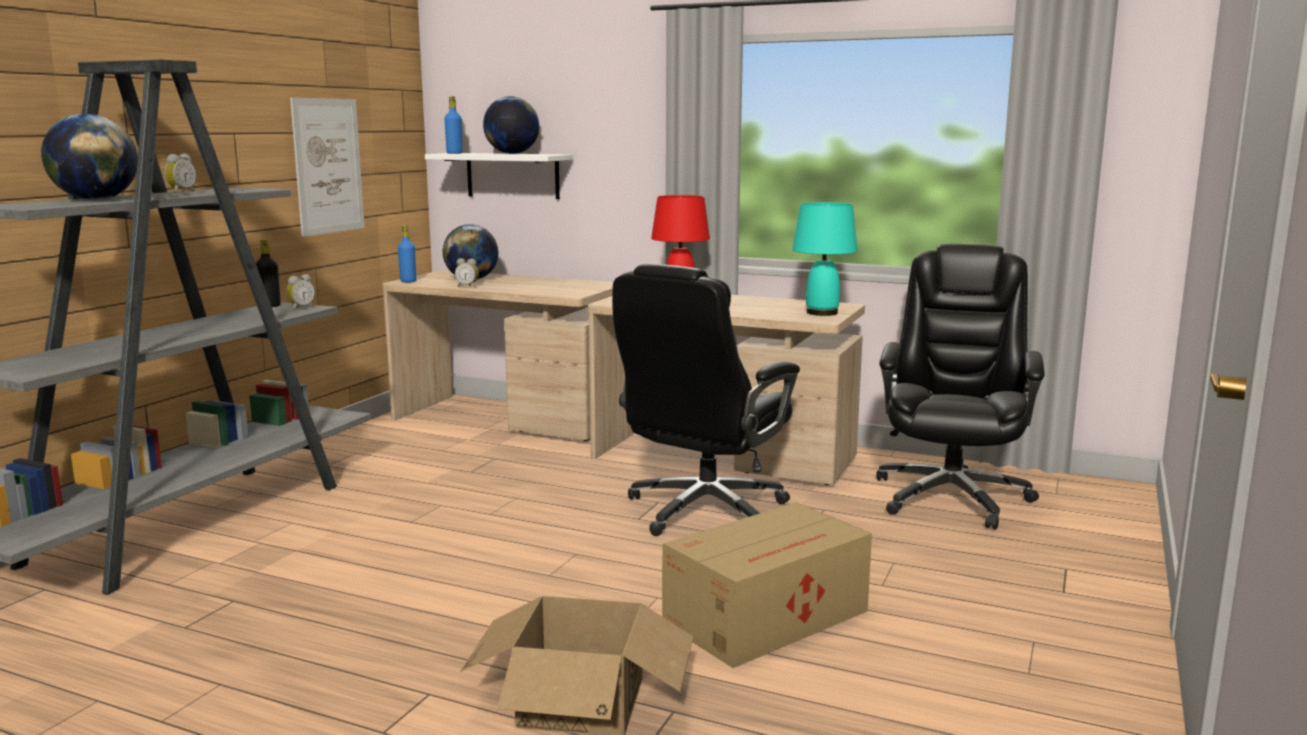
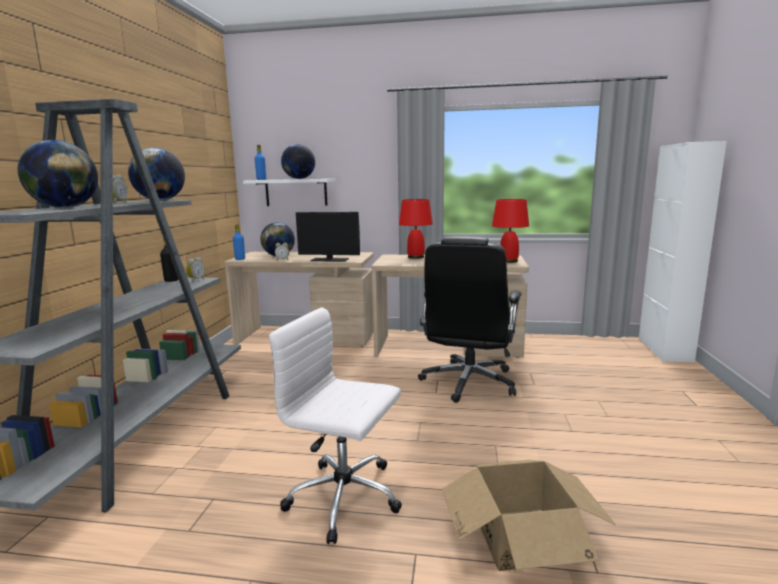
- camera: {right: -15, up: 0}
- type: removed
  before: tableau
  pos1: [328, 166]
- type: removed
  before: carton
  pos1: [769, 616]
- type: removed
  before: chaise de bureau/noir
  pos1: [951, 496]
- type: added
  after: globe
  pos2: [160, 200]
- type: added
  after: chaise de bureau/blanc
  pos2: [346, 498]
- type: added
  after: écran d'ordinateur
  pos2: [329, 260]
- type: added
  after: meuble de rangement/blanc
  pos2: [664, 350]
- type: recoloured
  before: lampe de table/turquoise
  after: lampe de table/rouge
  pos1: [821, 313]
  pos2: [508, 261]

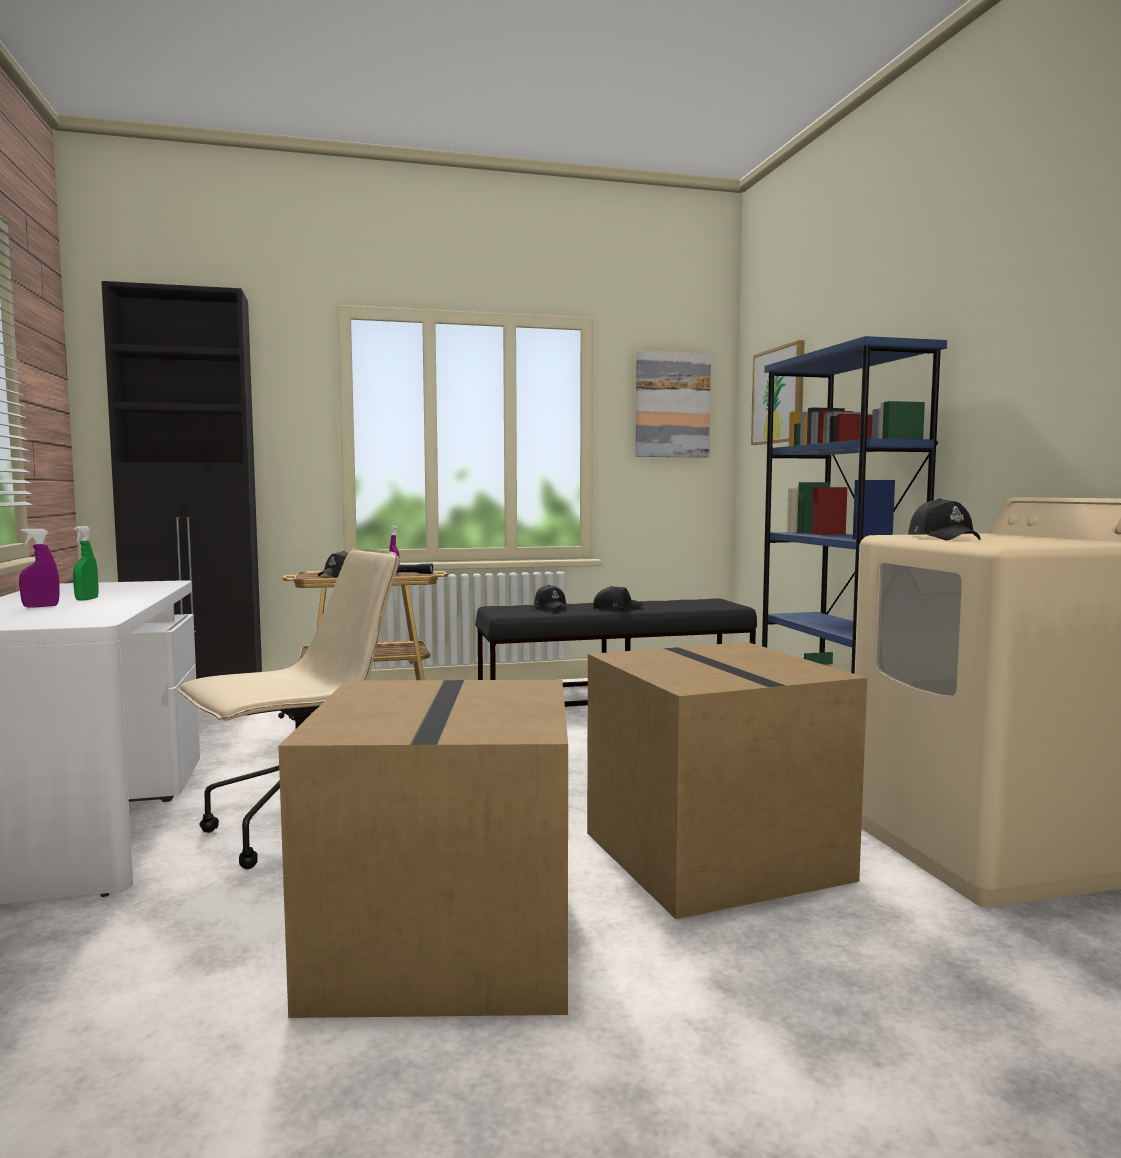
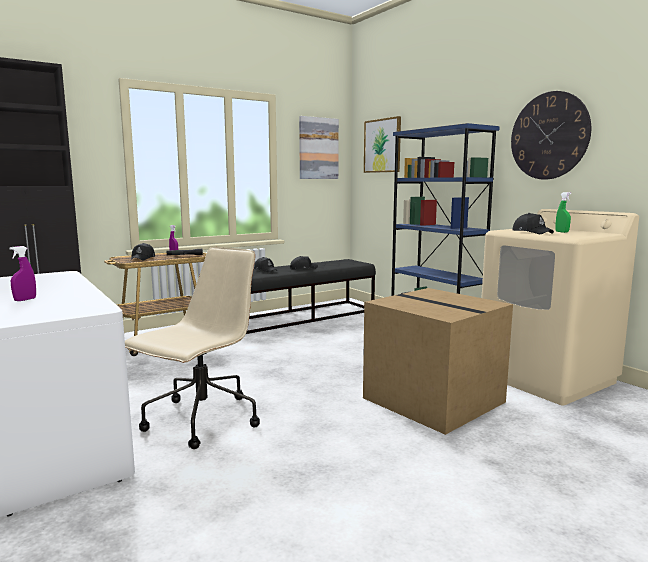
- camera: {right: -20, up: 5}
- type: removed
  before: carton
  pos1: [441, 940]
- type: added
  after: horloge murale
  pos2: [549, 136]
- type: moved
  before: vaporisateur/vert
  pos1: [87, 599]
  pos2: [562, 232]

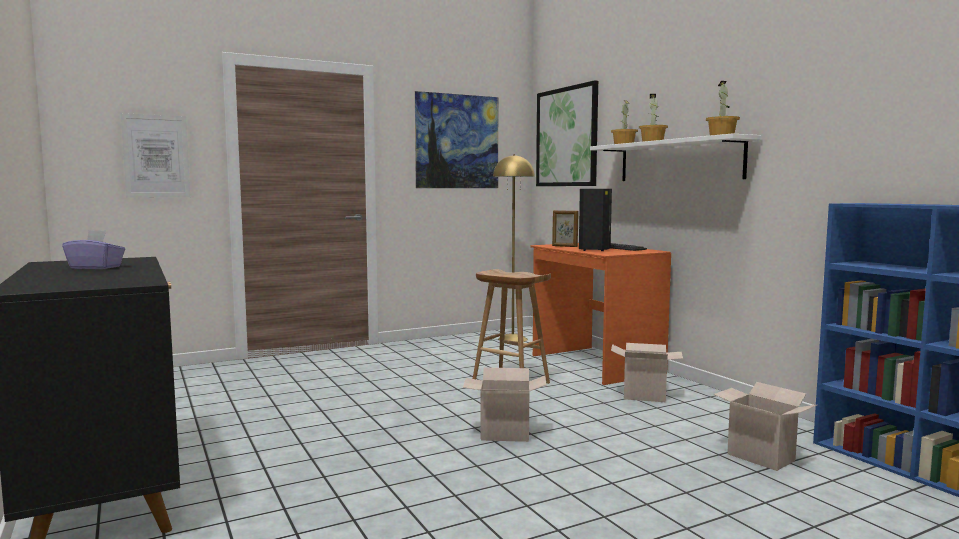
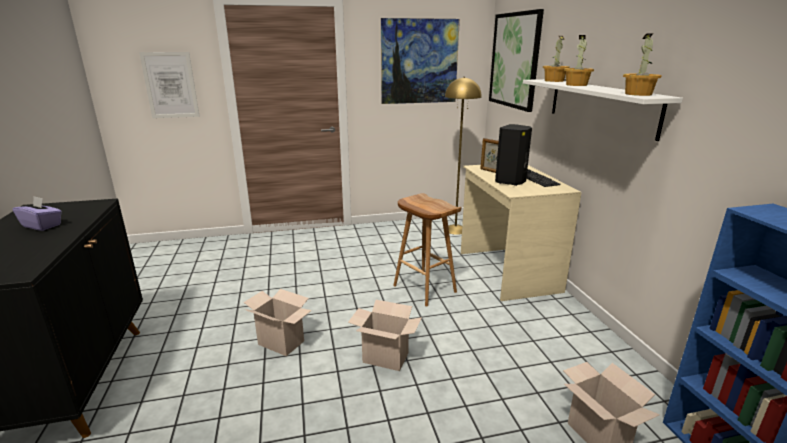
- camera: {right: 15, up: 15}
- type: moved
  before: carton
  pos1: [646, 396]
  pos2: [283, 342]
- type: recoloured
  before: bureau/orange
  after: bureau/beige
  pos1: [594, 364]
  pos2: [506, 271]

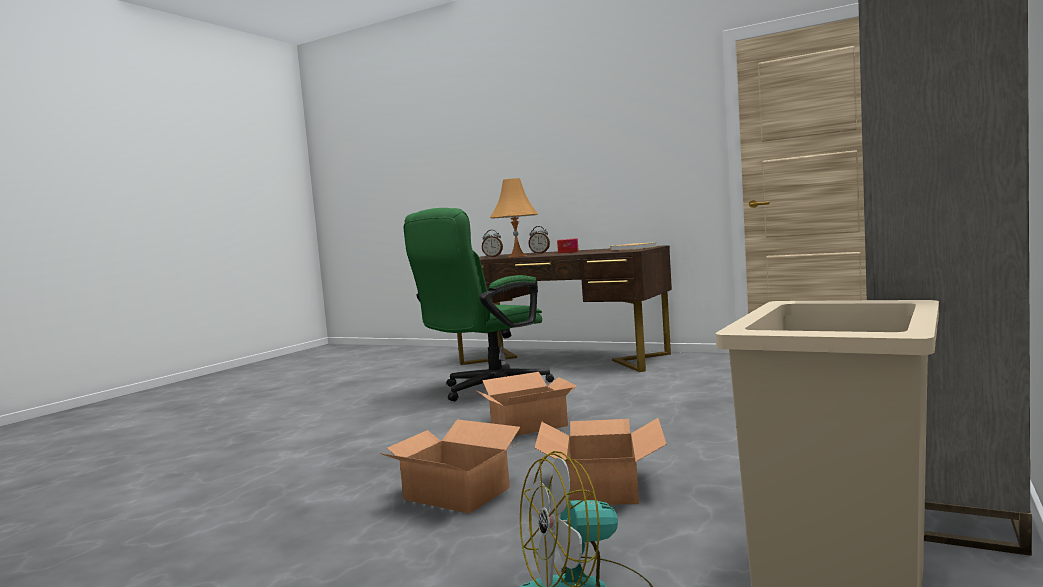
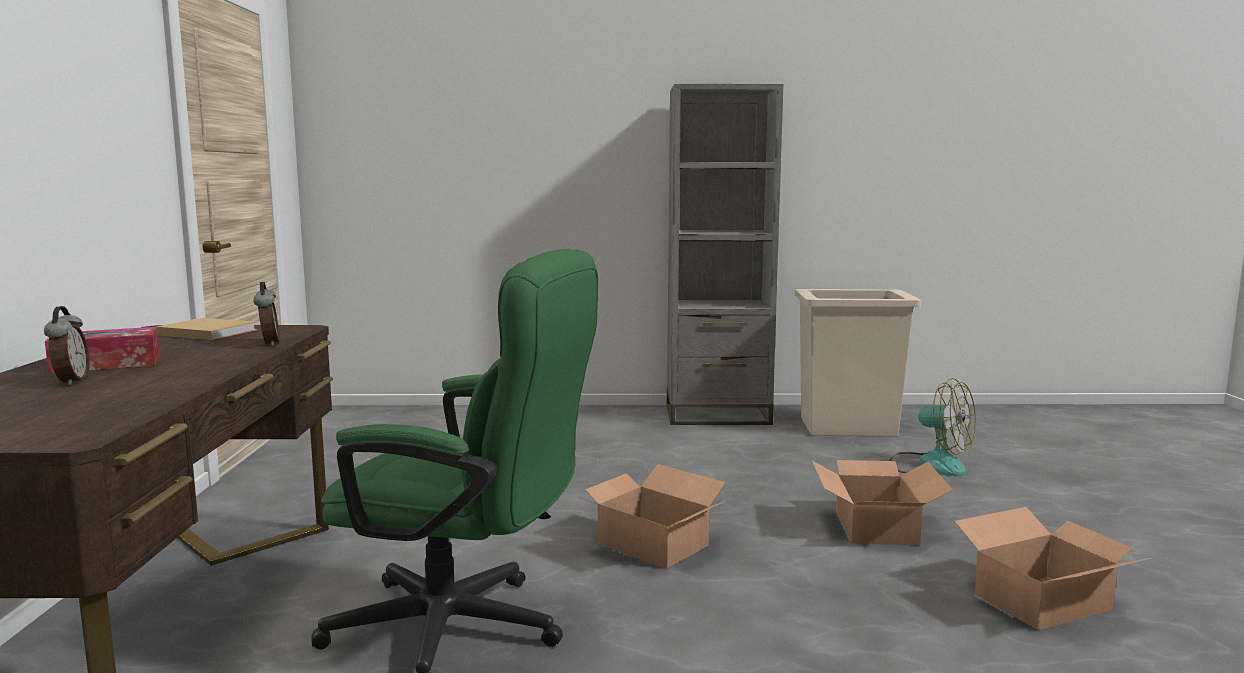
- camera: {right: -120, up: 5}
- type: removed
  before: lampe de table/orange
  pos1: [517, 256]
- type: moved
  before: réveil
  pos1: [493, 257]
  pos2: [268, 343]
- type: moved
  before: carton
  pos1: [601, 488]
  pos2: [1044, 602]

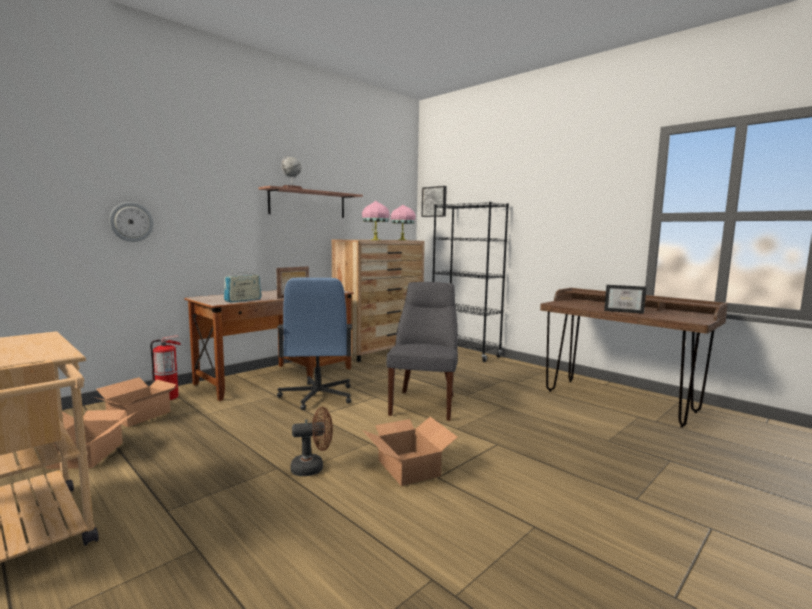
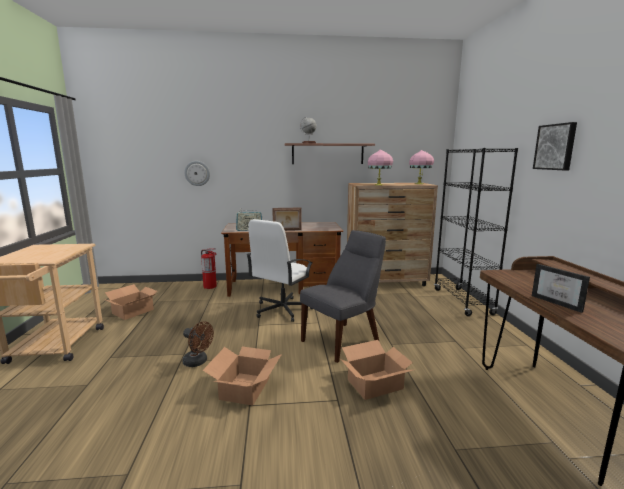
- camera: {right: 40, up: 5}
- type: moved
  before: carton
  pos1: [140, 415]
  pos2: [375, 384]
- type: moved
  before: tableau
  pos1: [434, 201]
  pos2: [555, 147]
- type: recoloured
  before: chaise de bureau/bleu
  after: chaise de bureau/blanc
  pos1: [317, 396]
  pos2: [282, 310]

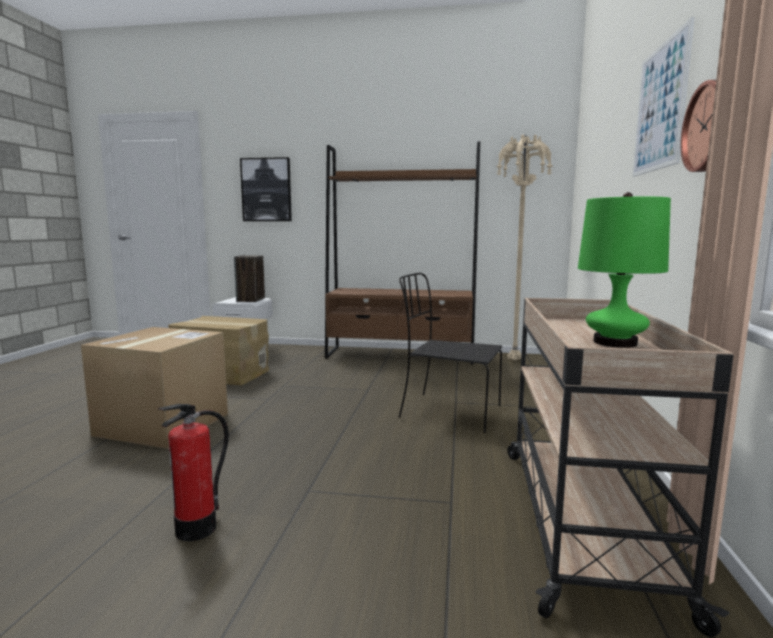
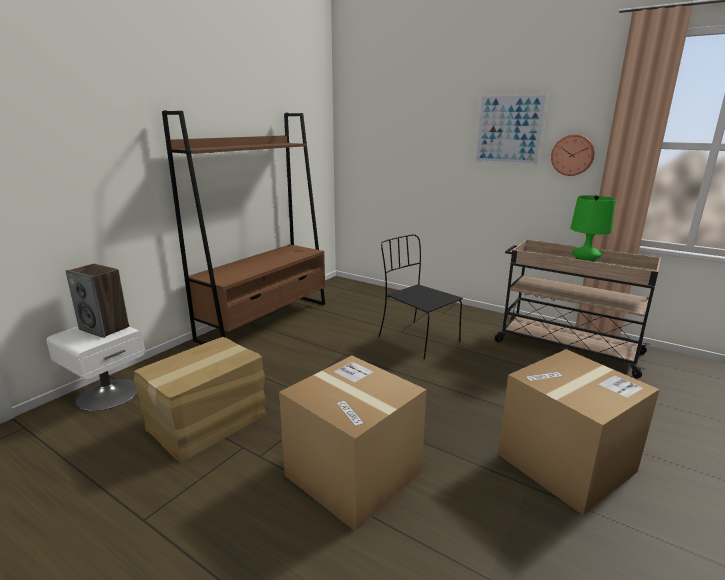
- camera: {right: -65, up: 10}
- type: removed
  before: tableau
  pos1: [266, 190]
- type: removed
  before: lampadaire/beige
  pos1: [514, 361]
- type: replaced
  before: extincteur
  after: carton
  pos1: [196, 529]
  pos2: [566, 462]
- type: turned
  before: chaise/noir
  pos1: [448, 412]
  pos2: [417, 338]
  turn: 90

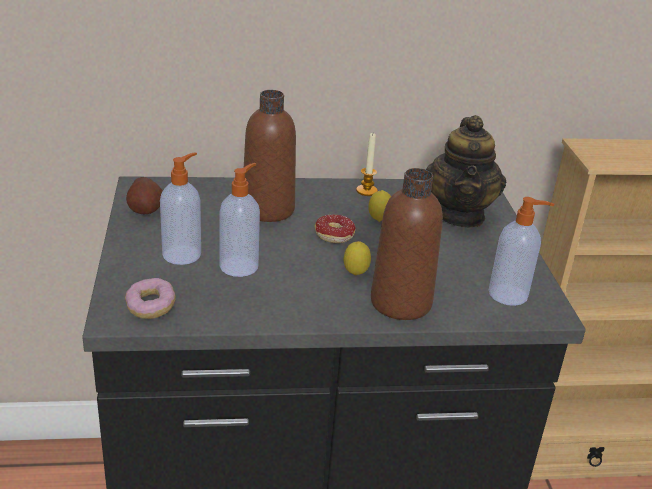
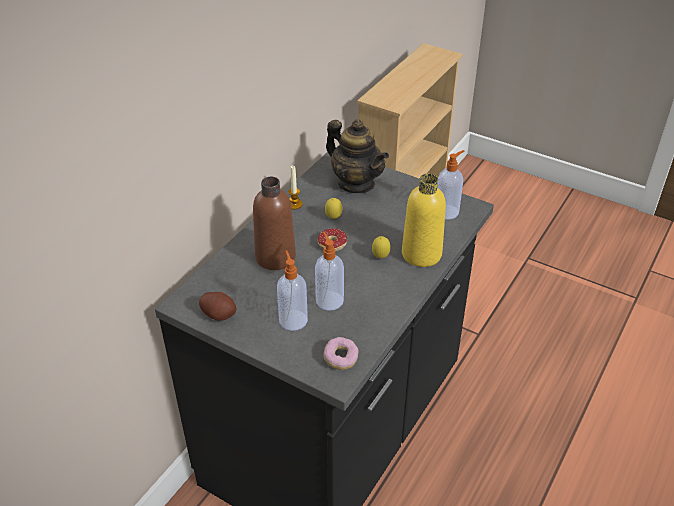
- camera: {right: -50, up: 10}
- type: recoloured
  before: bouteille/marron
  after: bouteille/jaune
  pos1: [401, 303]
  pos2: [421, 254]

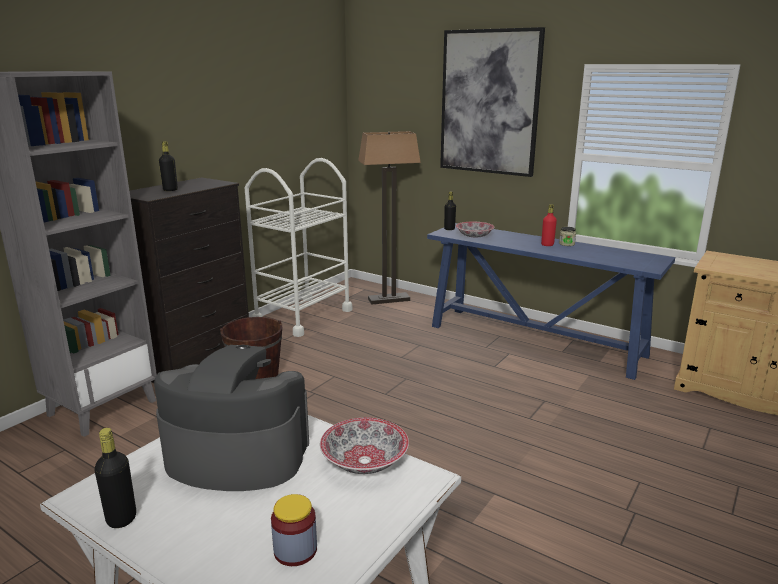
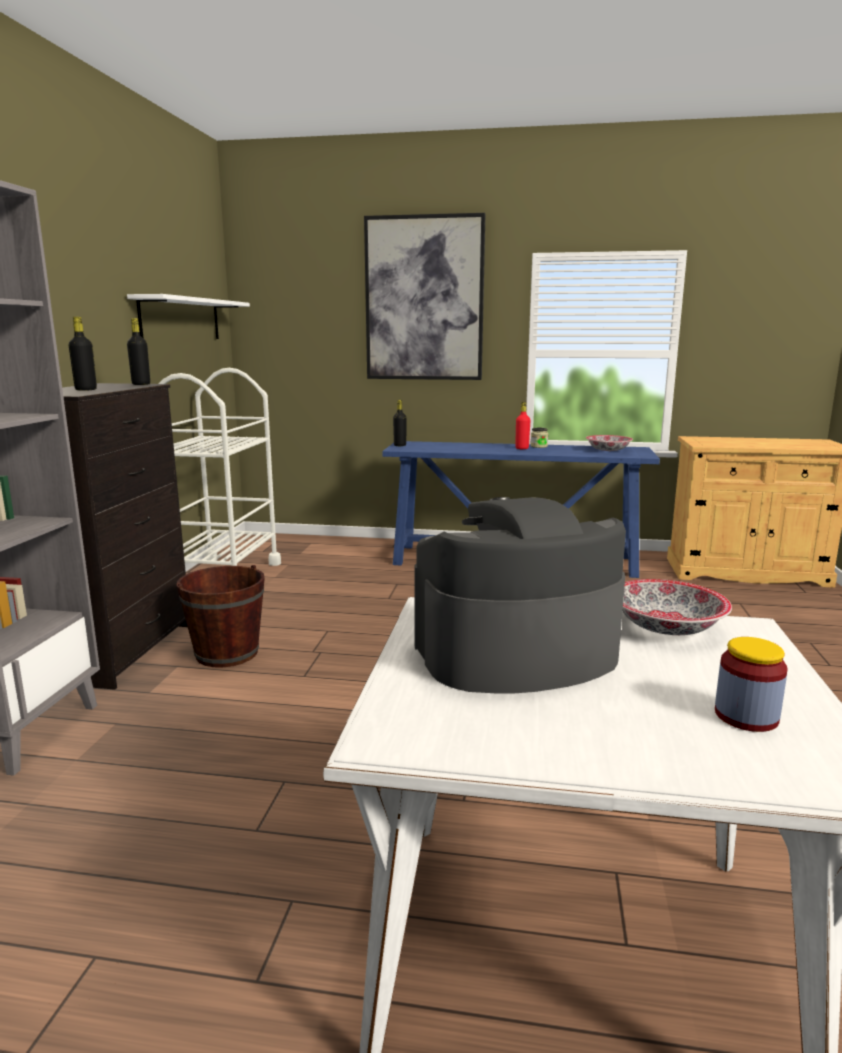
- camera: {right: -25, up: -5}
- type: removed
  before: lampadaire
  pos1: [389, 299]
- type: added
  after: étagère/blanc
  pos2: [181, 319]
- type: moved
  before: bouteille/noir
  pos1: [121, 519]
  pos2: [141, 384]
- type: moved
  before: bol
  pos1: [474, 236]
  pos2: [607, 450]

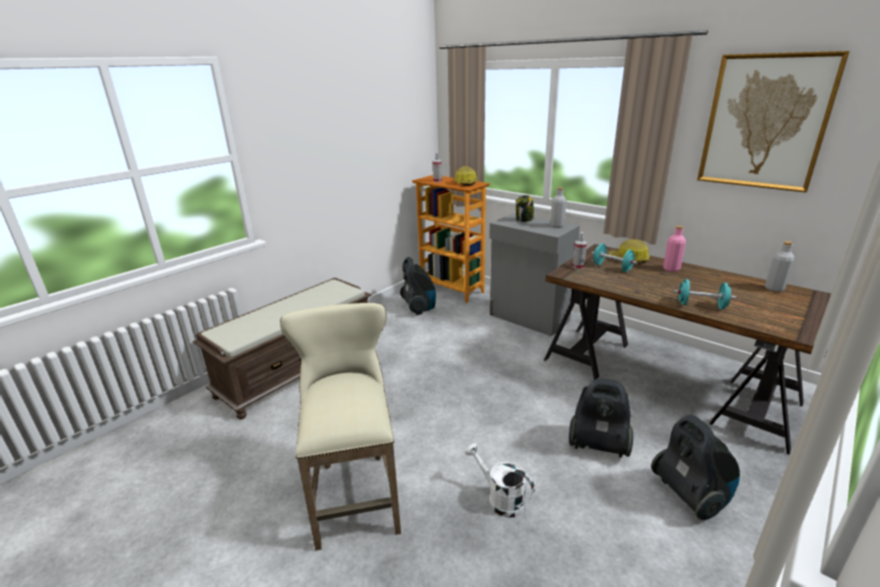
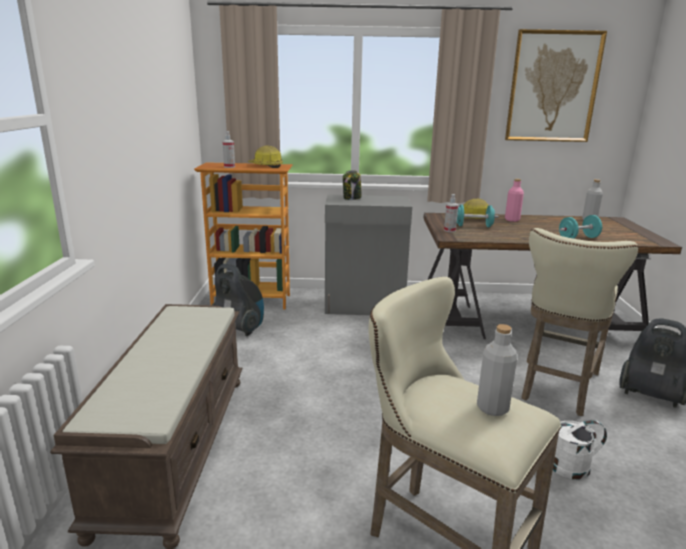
- camera: {right: -40, up: -5}
- type: moved
  before: bouteille/gris
  pos1: [557, 226]
  pos2: [492, 408]
- type: replaced
  before: aspirateur
  after: tabouret/beige
  pos1: [597, 445]
  pos2: [556, 387]

